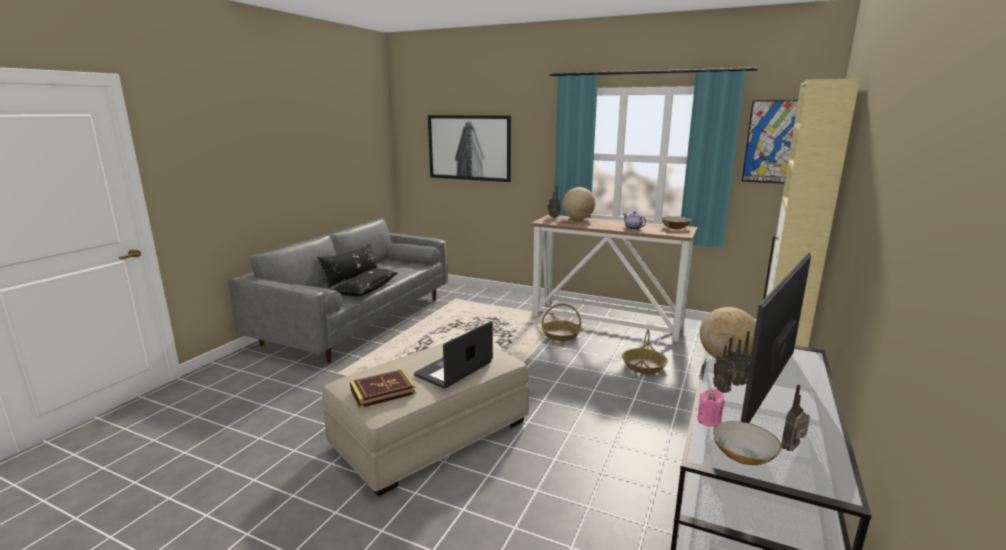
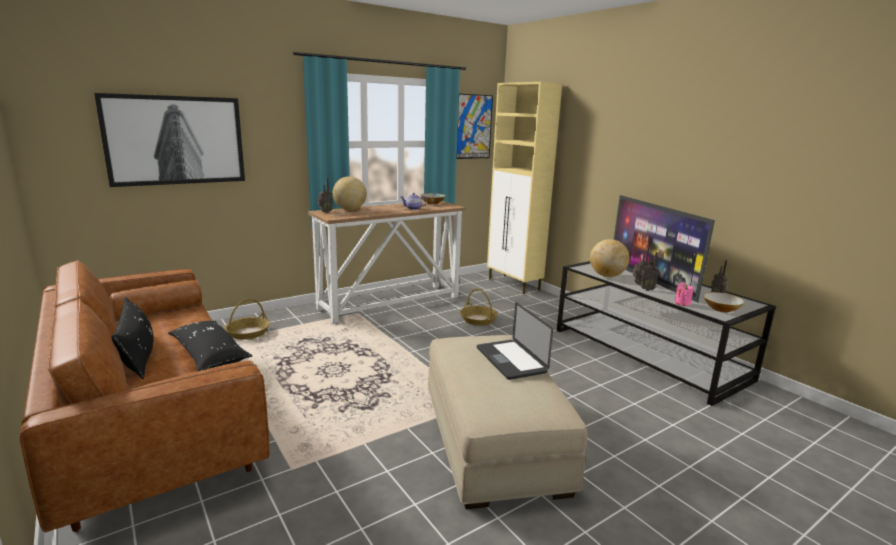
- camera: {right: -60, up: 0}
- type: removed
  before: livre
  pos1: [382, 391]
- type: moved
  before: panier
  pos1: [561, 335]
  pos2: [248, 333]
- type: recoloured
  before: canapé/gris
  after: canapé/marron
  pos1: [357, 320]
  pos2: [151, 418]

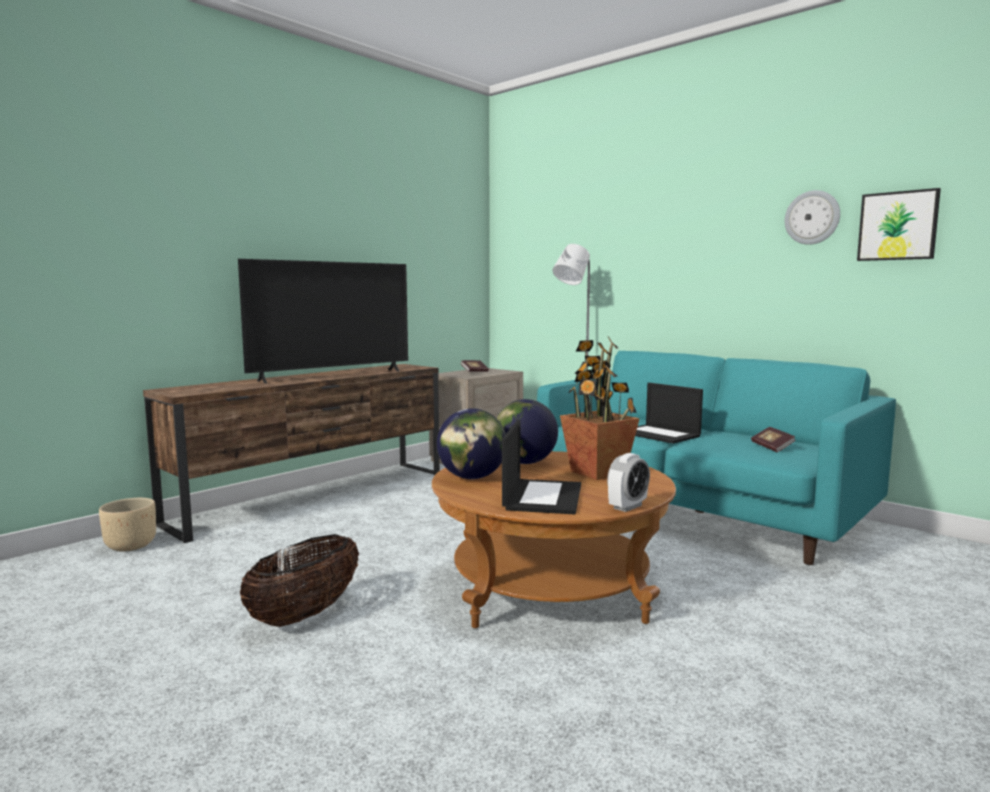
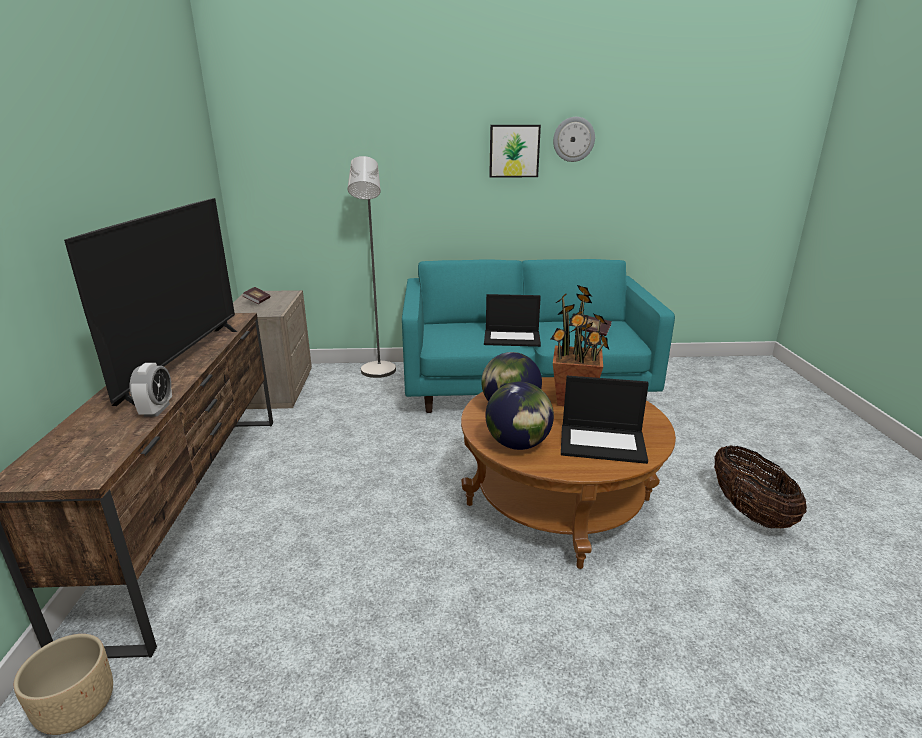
- camera: {right: -45, up: 15}
- type: moved
  before: panier
  pos1: [305, 614]
  pos2: [749, 511]
- type: moved
  before: réveil
  pos1: [627, 507]
  pos2: [157, 410]
- type: moved
  before: tableau
  pos1: [898, 226]
  pos2: [514, 151]
- type: turned
  before: ordinateur portable
  pos1: [542, 496]
  pos2: [603, 443]
  turn: 135

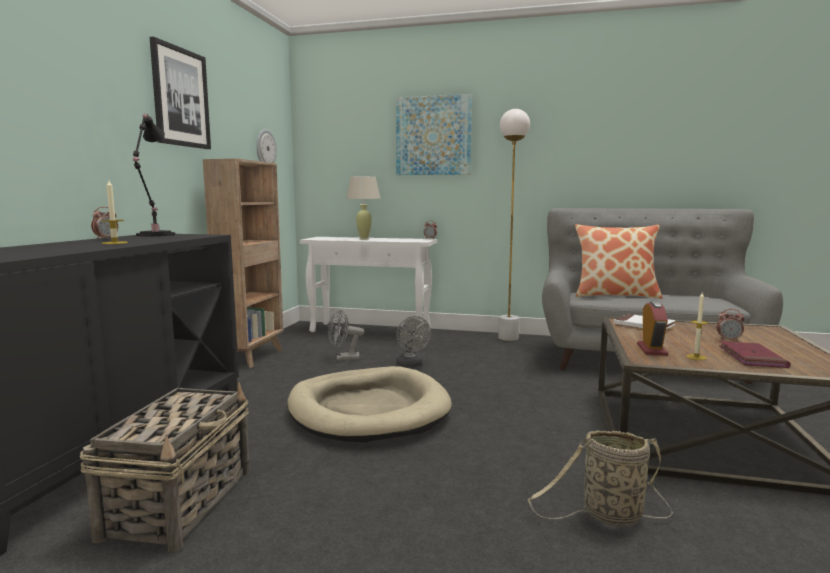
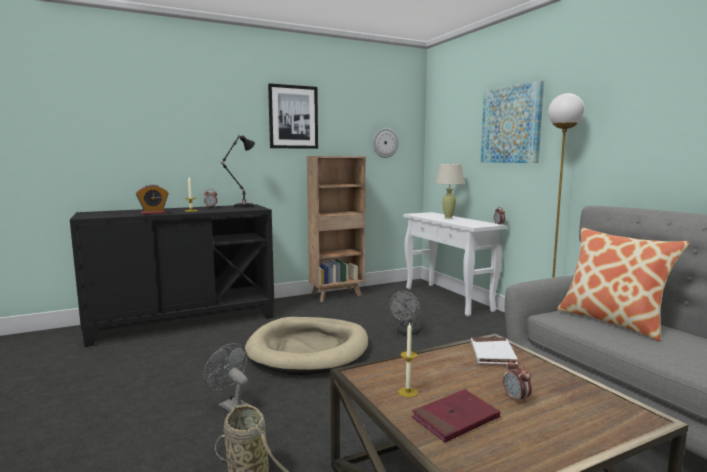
- camera: {right: 50, up: 0}
- type: removed
  before: panier
  pos1: [181, 502]
- type: moved
  before: ventilateur/gris
  pos1: [343, 358]
  pos2: [231, 406]
- type: moved
  before: réveil
  pos1: [651, 350]
  pos2: [153, 213]

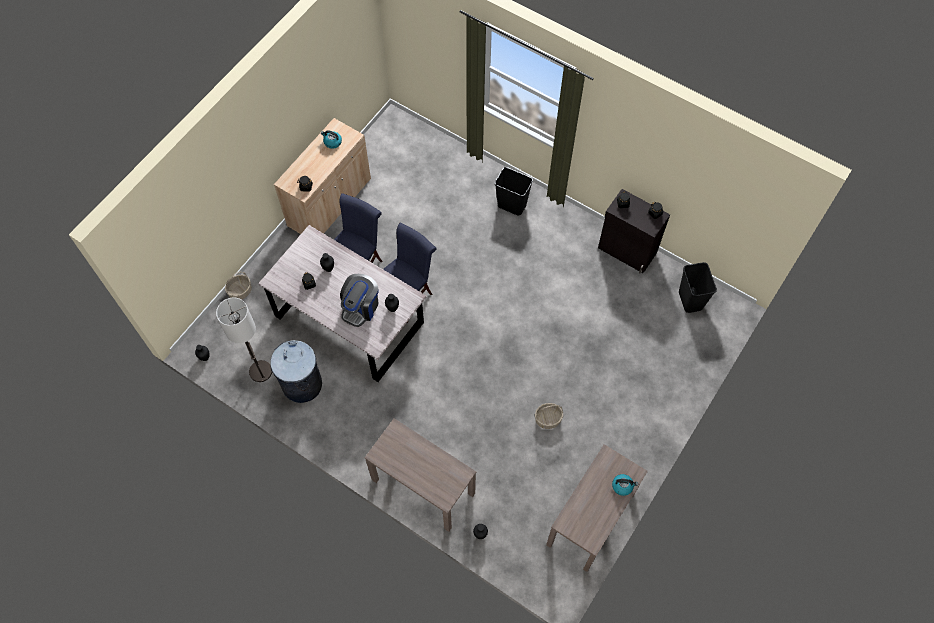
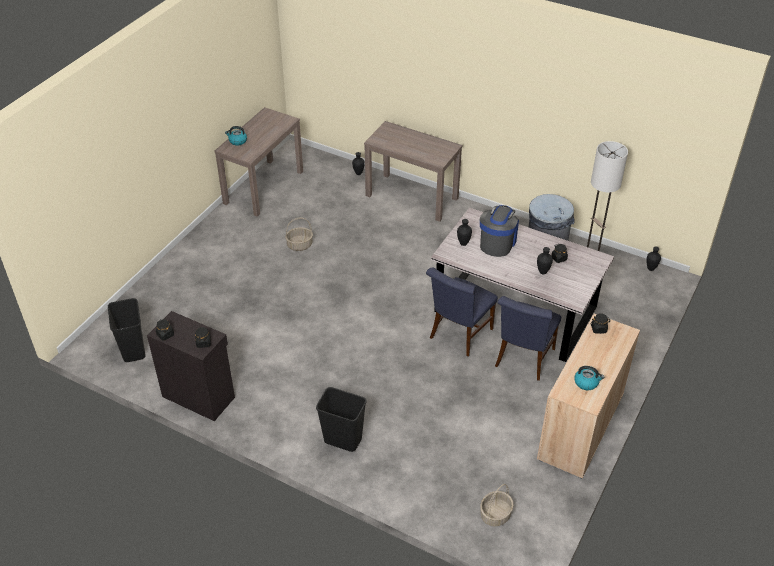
- camera: {right: 175, up: -20}
- type: moved
  before: panier
  pos1: [240, 291]
  pos2: [495, 515]

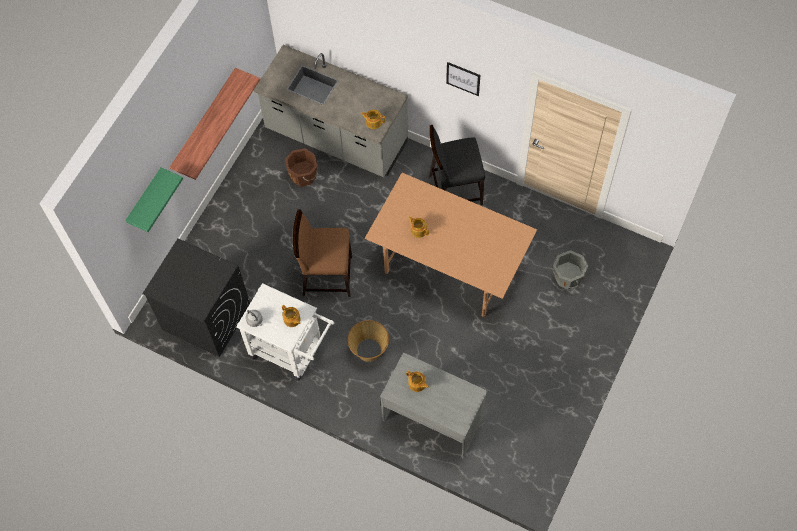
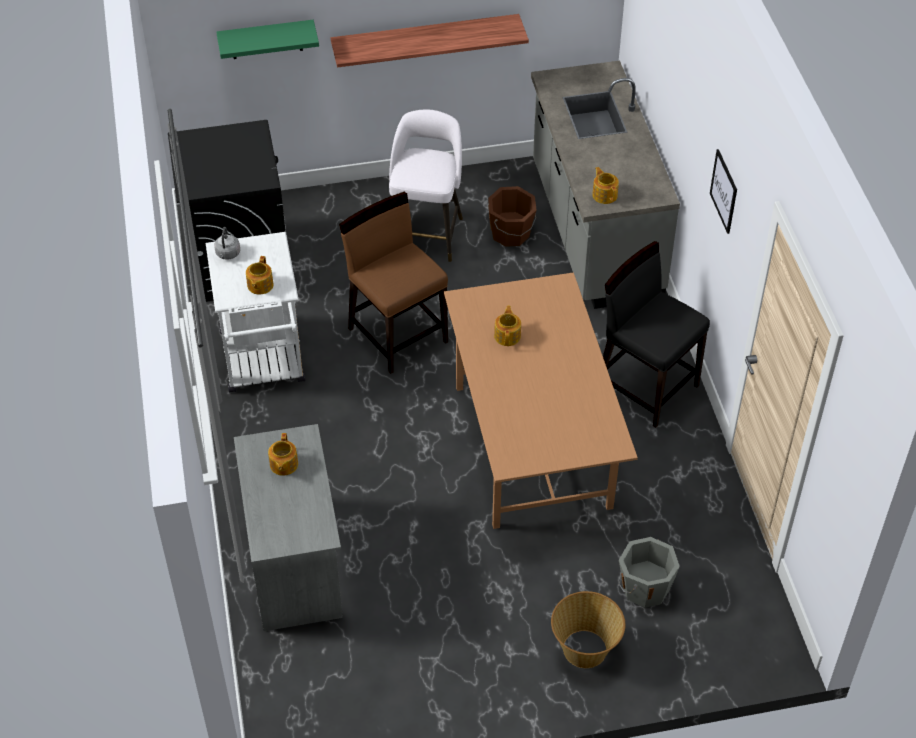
- camera: {right: 50, up: -15}
- type: added
  after: tabouret/blanc
  pos2: [427, 233]
- type: moved
  before: panier
  pos1: [369, 350]
  pos2: [585, 650]

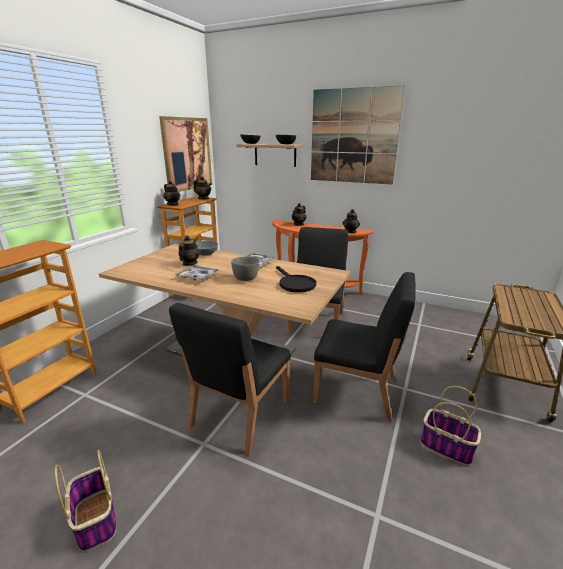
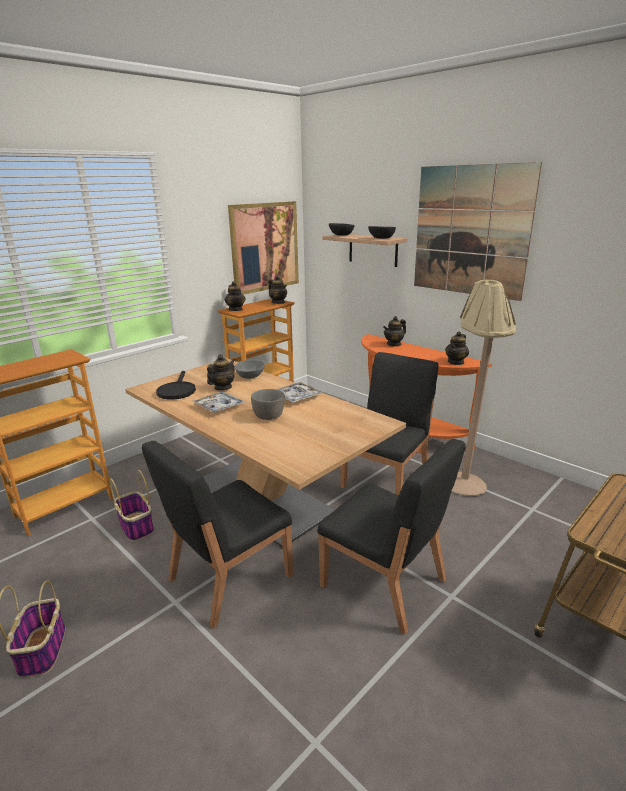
- camera: {right: 20, up: 0}
- type: added
  after: lampadaire/beige
  pos2: [468, 479]
- type: moved
  before: poêle/noir
  pos1: [294, 284]
  pos2: [177, 390]
- type: moved
  before: panier
  pos1: [447, 447]
  pos2: [137, 527]

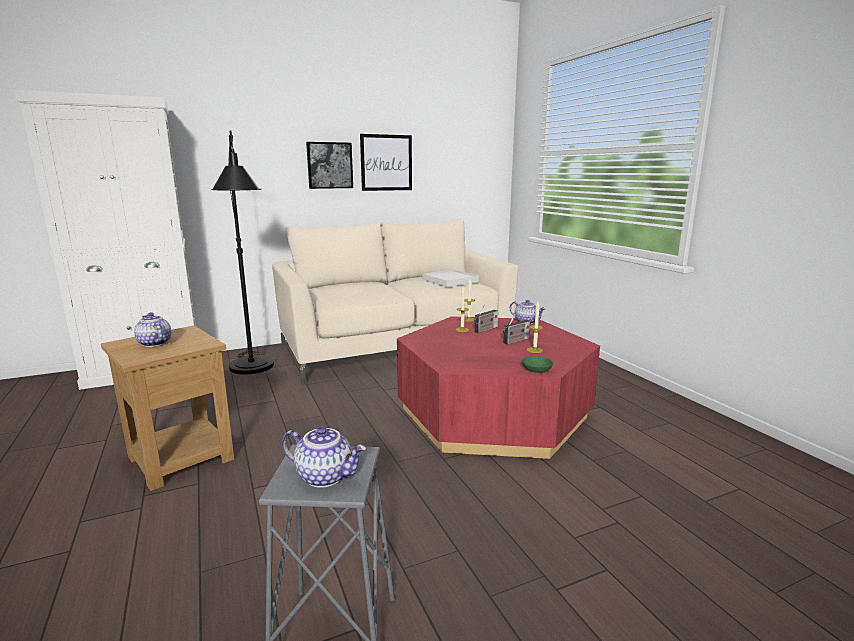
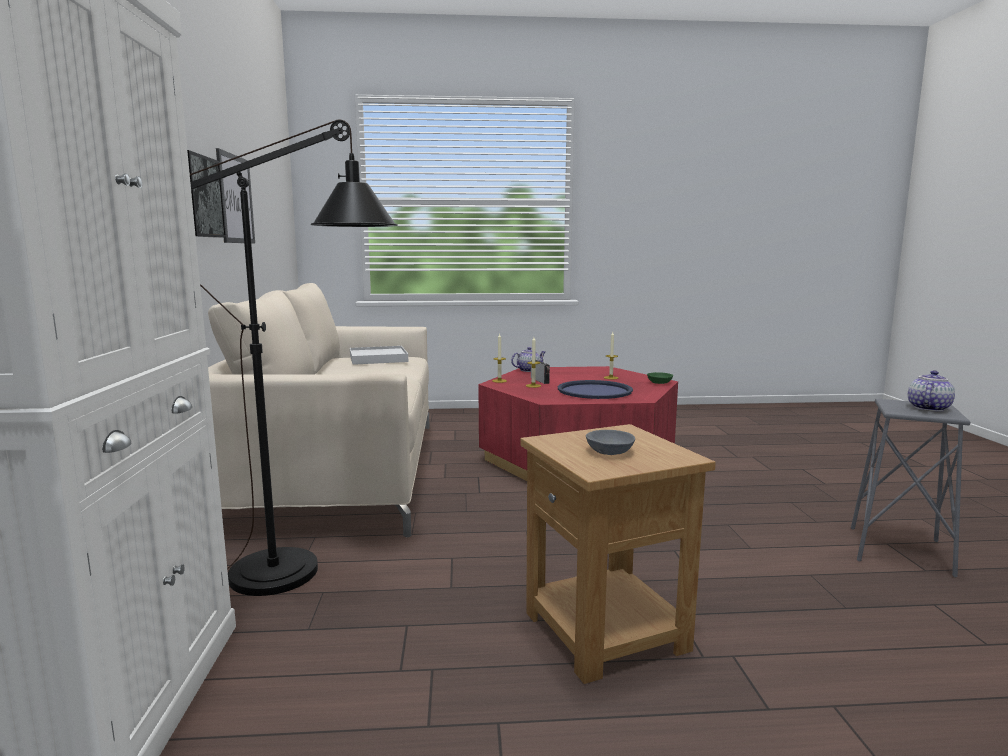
- camera: {right: -70, up: -5}
- type: removed
  before: radio
  pos1: [515, 341]
- type: added
  after: plateau/bleu
  pos2: [594, 391]
- type: replaced
  before: théière
  after: bol/gris
  pos1: [154, 343]
  pos2: [611, 452]

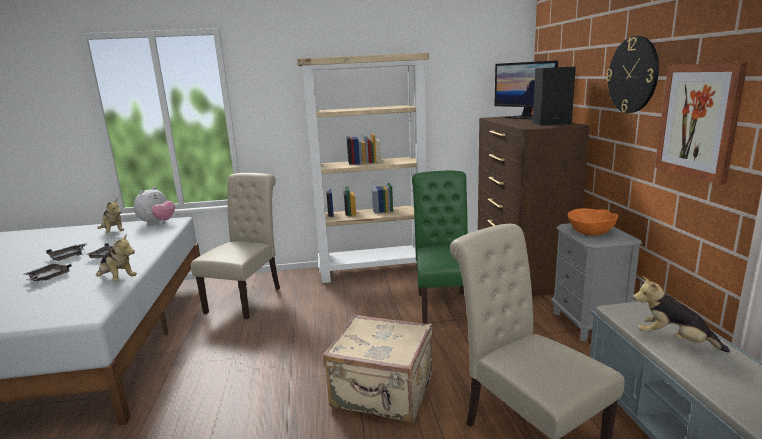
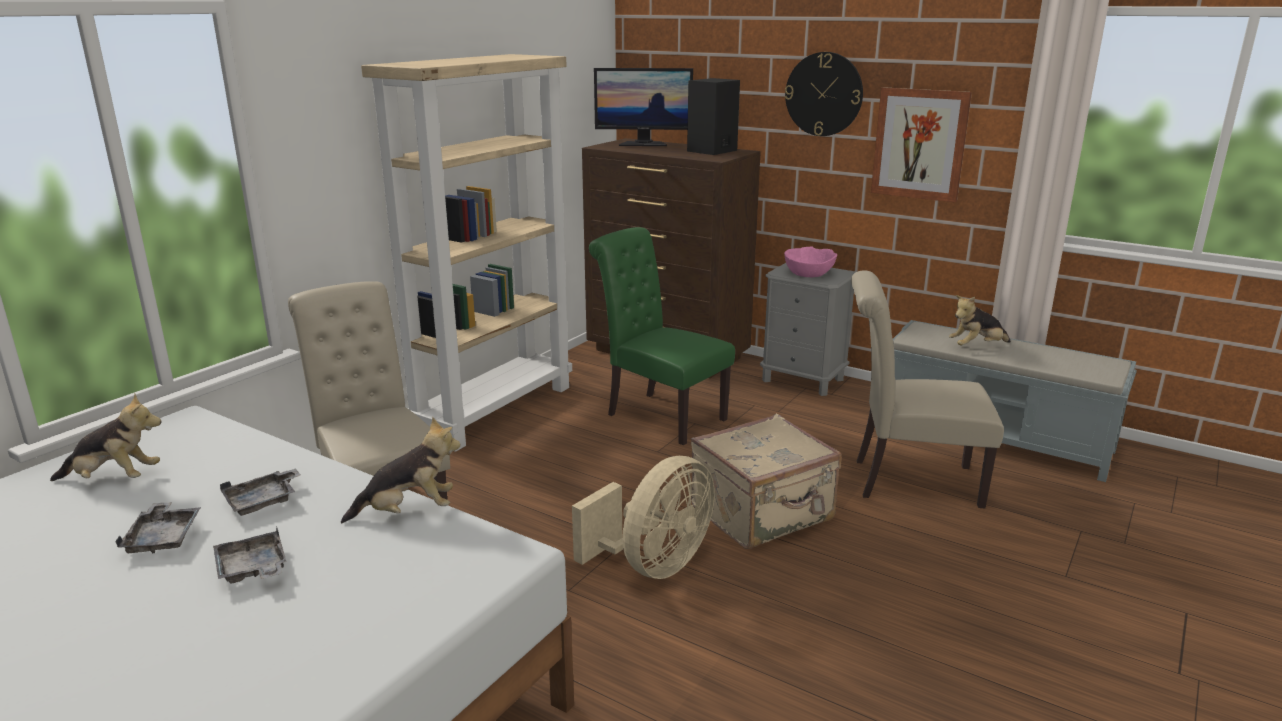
- camera: {right: -50, up: 5}
- type: removed
  before: peluche
  pos1: [157, 223]
- type: added
  after: ventilateur/beige
  pos2: [653, 565]
- type: recoloured
  before: bol/orange
  after: bol/rose
  pos1: [591, 232]
  pos2: [809, 274]

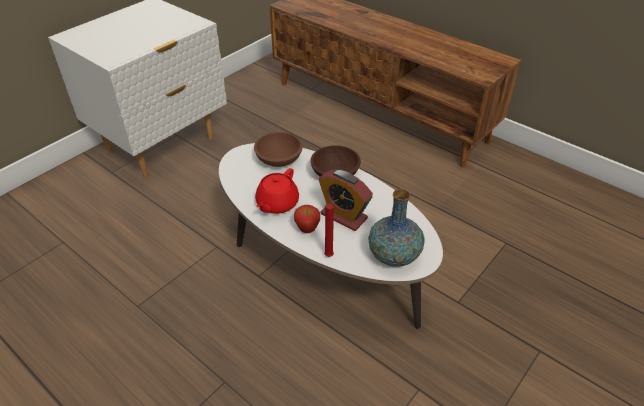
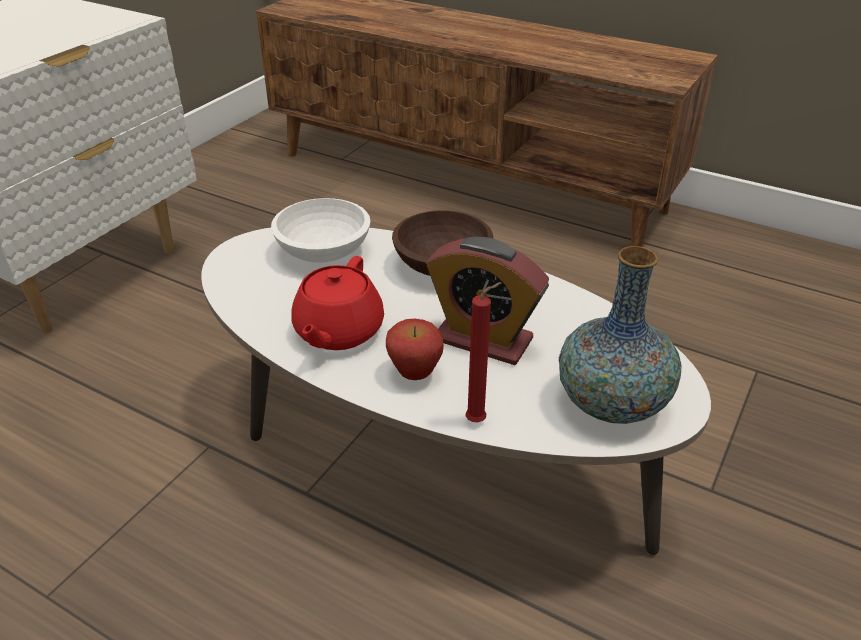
- camera: {right: -10, up: -5}
- type: recoloured
  before: bol/marron
  after: bol/blanc
  pos1: [280, 160]
  pos2: [325, 251]

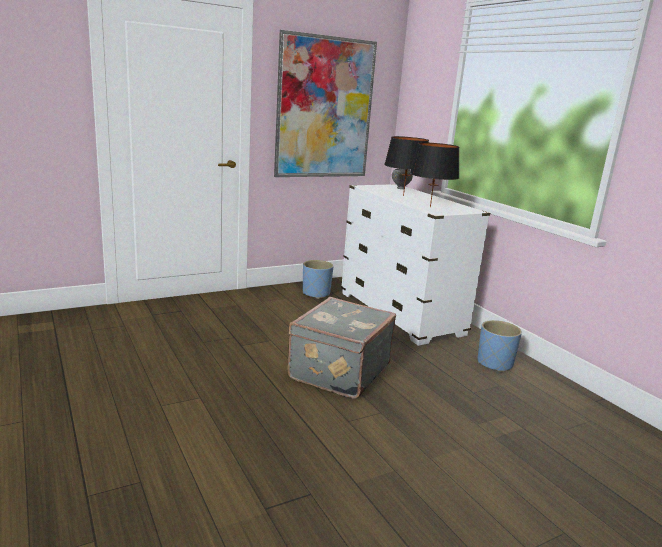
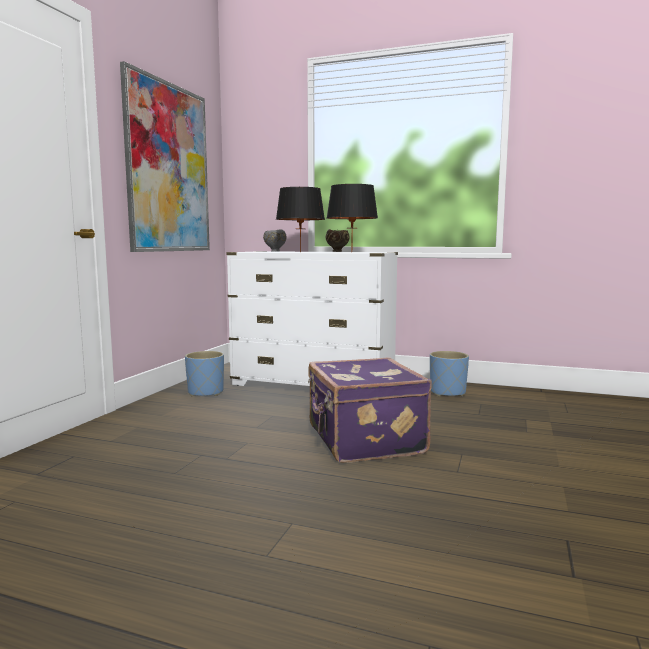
- camera: {right: -40, up: -10}
- type: added
  after: bol/marron
  pos2: [337, 251]
- type: recoloured
  before: valise/gris
  after: valise/violet
  pos1: [337, 371]
  pos2: [363, 441]

